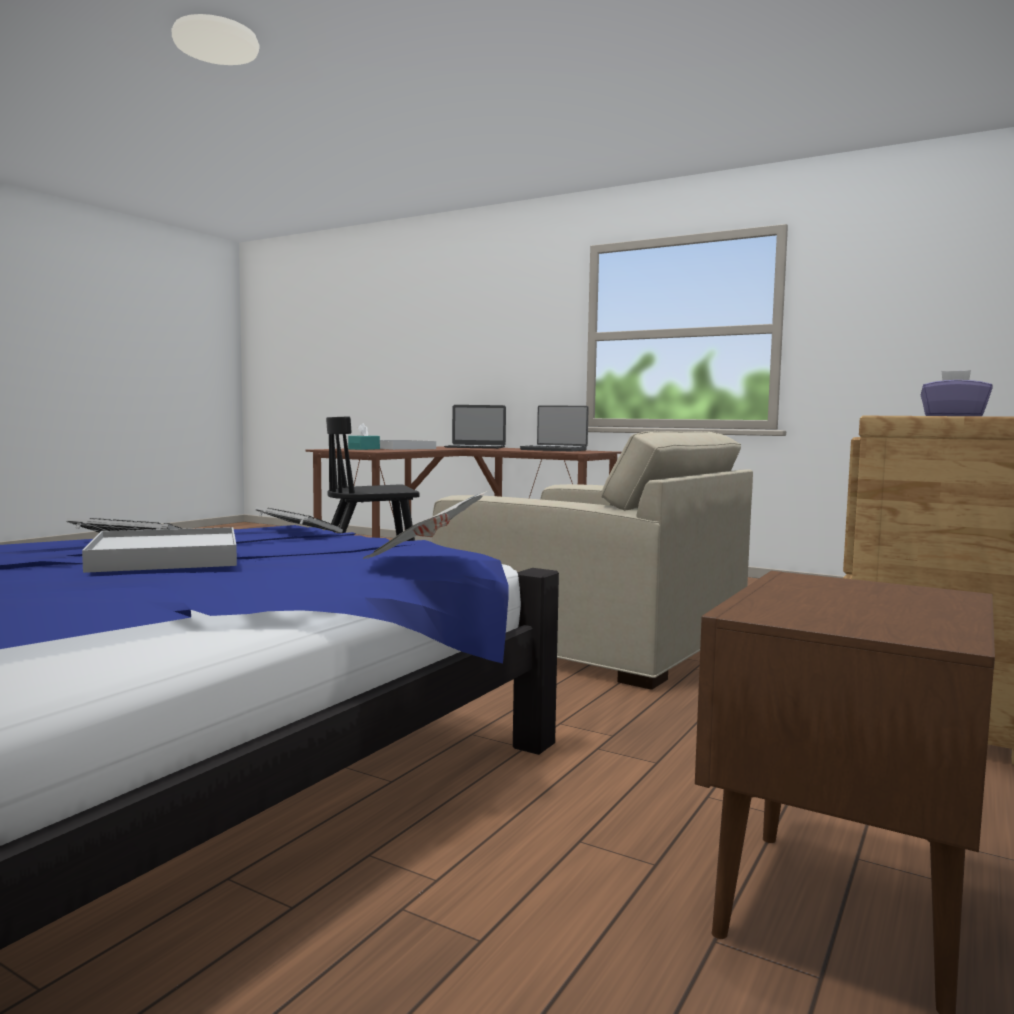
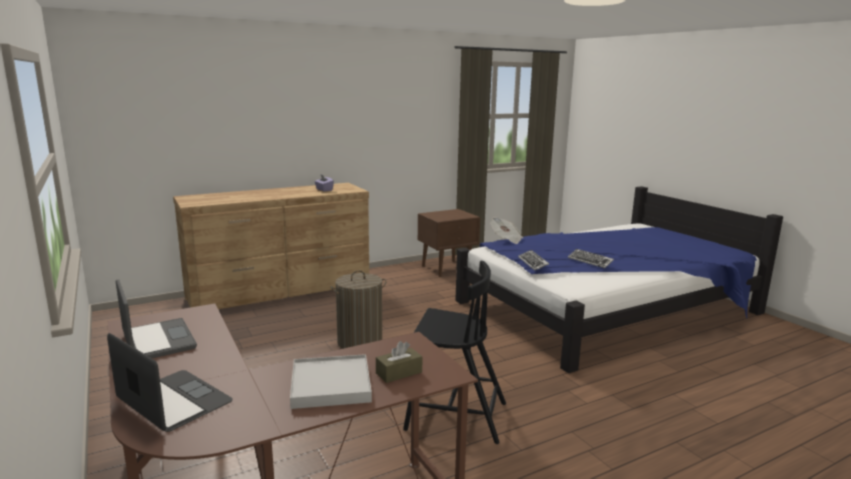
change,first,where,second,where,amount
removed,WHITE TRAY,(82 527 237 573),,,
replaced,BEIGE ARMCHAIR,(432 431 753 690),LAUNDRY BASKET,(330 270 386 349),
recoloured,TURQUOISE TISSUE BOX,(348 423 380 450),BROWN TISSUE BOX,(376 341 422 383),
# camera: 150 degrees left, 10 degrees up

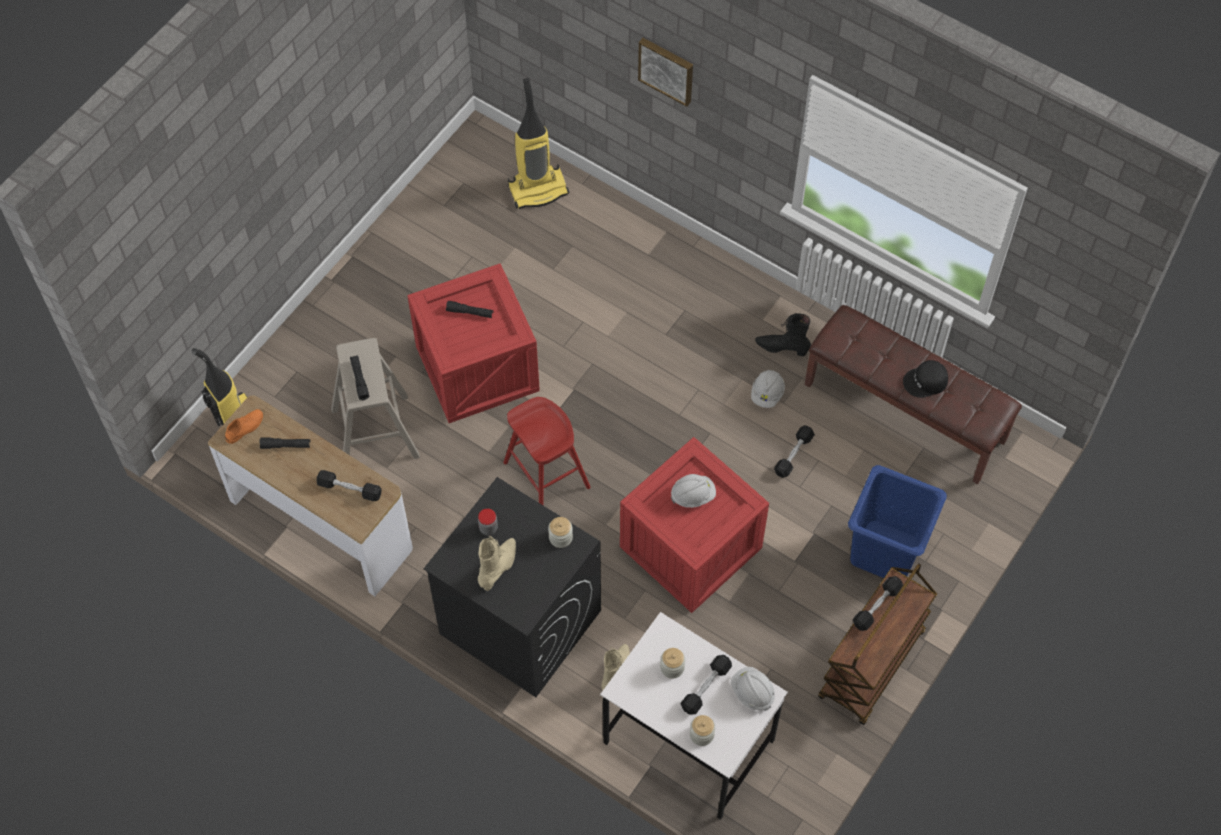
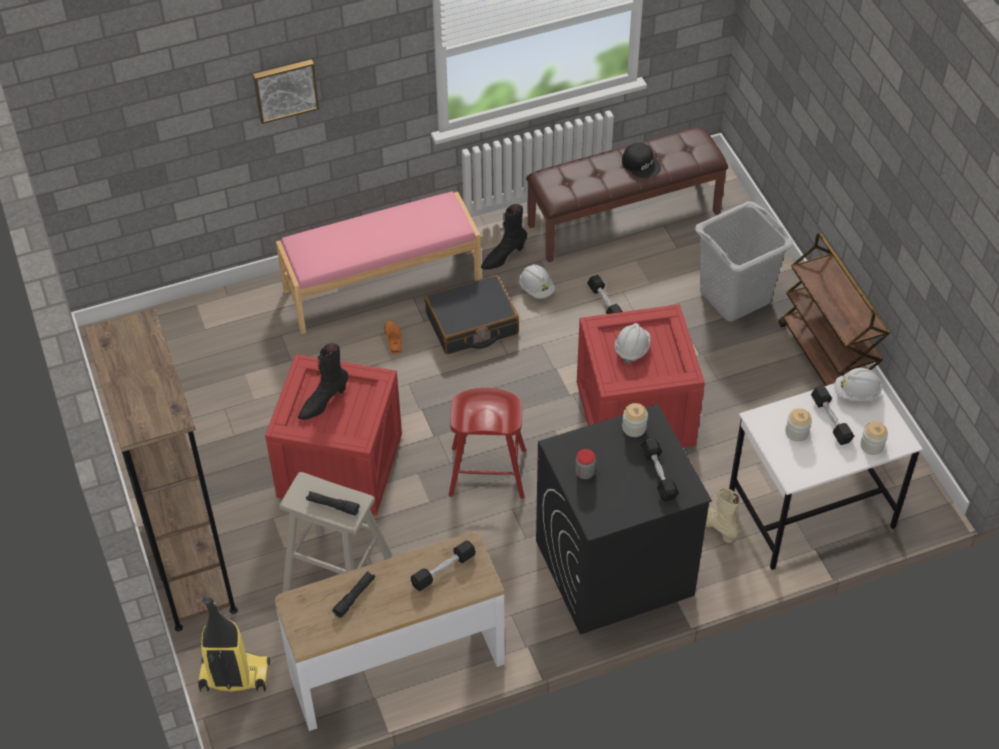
change,first,where,second,where,amount
removed,BEIGE BOOT,(478 536 516 591),,,
removed,VACUUM CLEANER,(508 78 569 209),,,
added,,,BROWN BOOKCASE,(84 308 238 631),
added,,,PINK BENCH,(276 192 481 334),
added,,,BLACK SUITCASE,(424 275 519 354),
moved,ORANGE SHOE,(225 409 263 444),,(385 321 402 354),
moved,BLACK DUMBBELL,(853 576 903 631),,(641 438 679 502),
replaced,BLACK FLASHLIGHT,(446 301 493 318),BLACK BOOT,(298 343 348 420),
recoloured,BLUE LAUNDRY BASKET,(848 465 947 578),GREY LAUNDRY BASKET,(695 201 794 321),
turned,BLACK CAP,(903 360 948 398),,(622 143 661 178),60 degrees counterclockwise
# camera: 55 degrees left, 10 degrees down

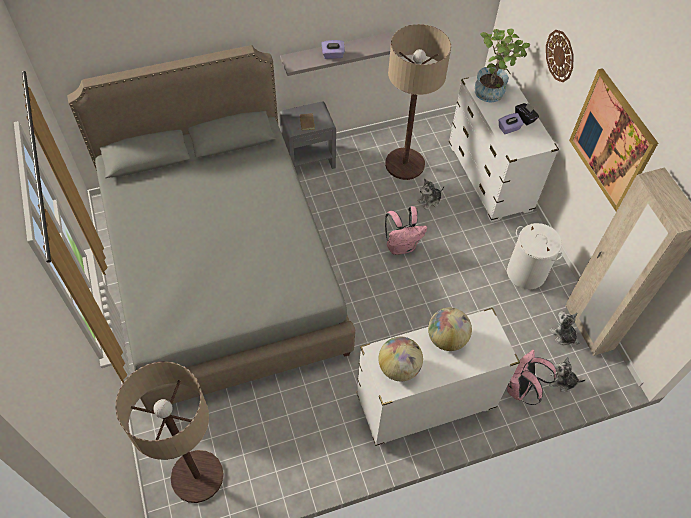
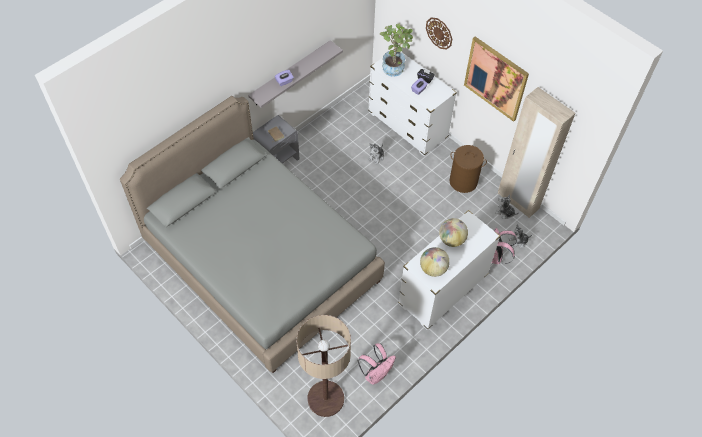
change,first,where,second,where,amount
removed,FLOOR LAMP,(385 24 451 180),,,
moved,PINK BACKPACK,(385 206 427 255),,(358 343 396 385),
recoloured,WHITE LAUNDRY BASKET,(507 223 563 289),BROWN LAUNDRY BASKET,(449 145 487 193),
# camera: 25 degrees left, 0 degrees up

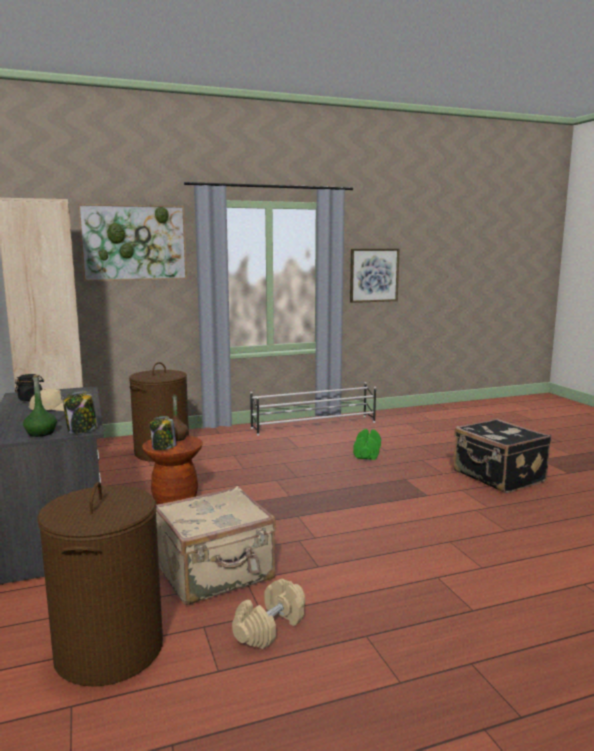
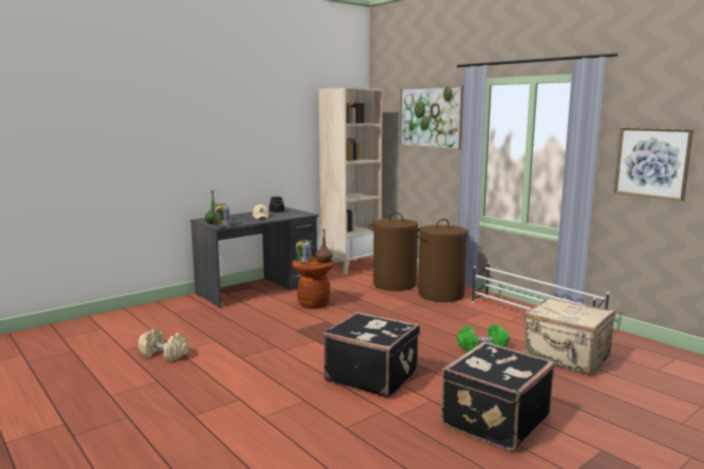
change,first,where,second,where,amount
added,,,BLACK SUITCASE,(323 312 420 398),
moved,BROWN LAUNDRY BASKET,(37 482 163 687),,(416 219 469 302),
moved,BEIGE SUITCASE,(156 486 276 605),,(523 297 615 376),
# camera: 70 degrees right, 0 degrees up

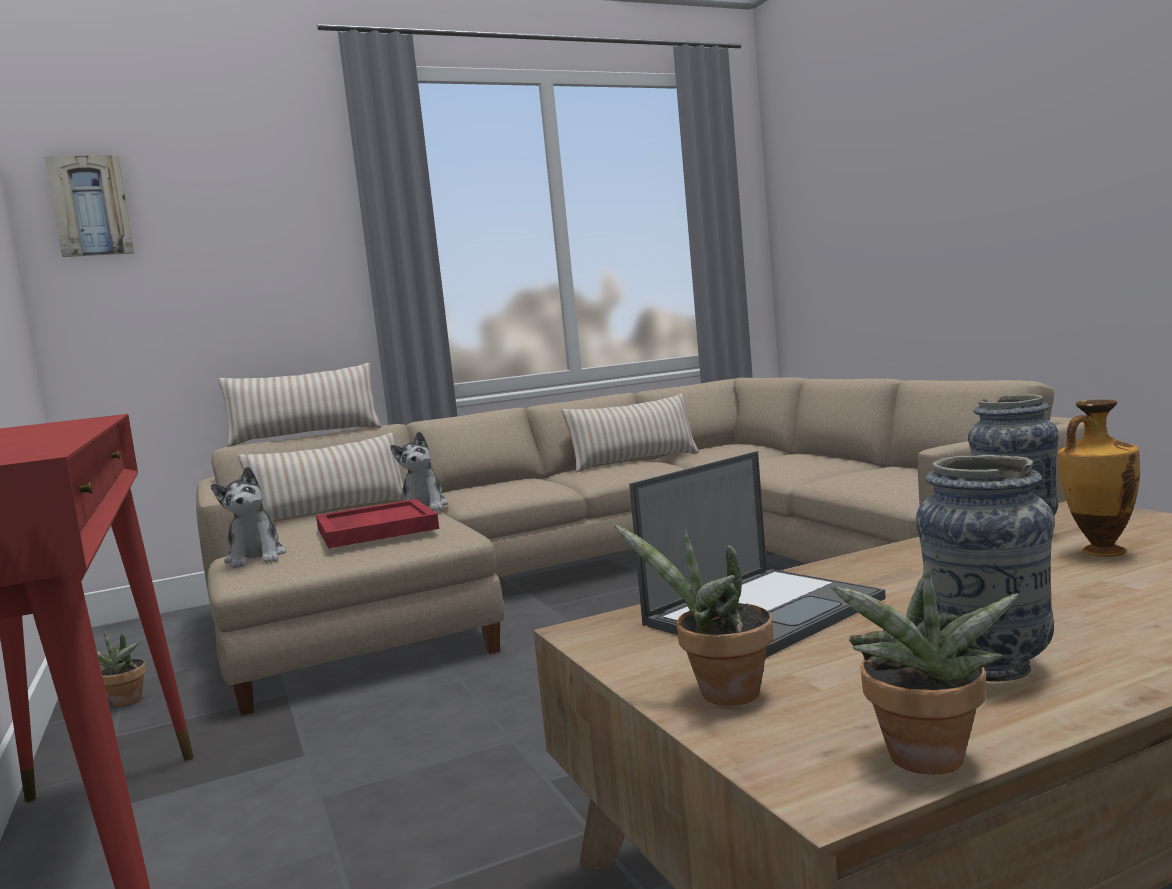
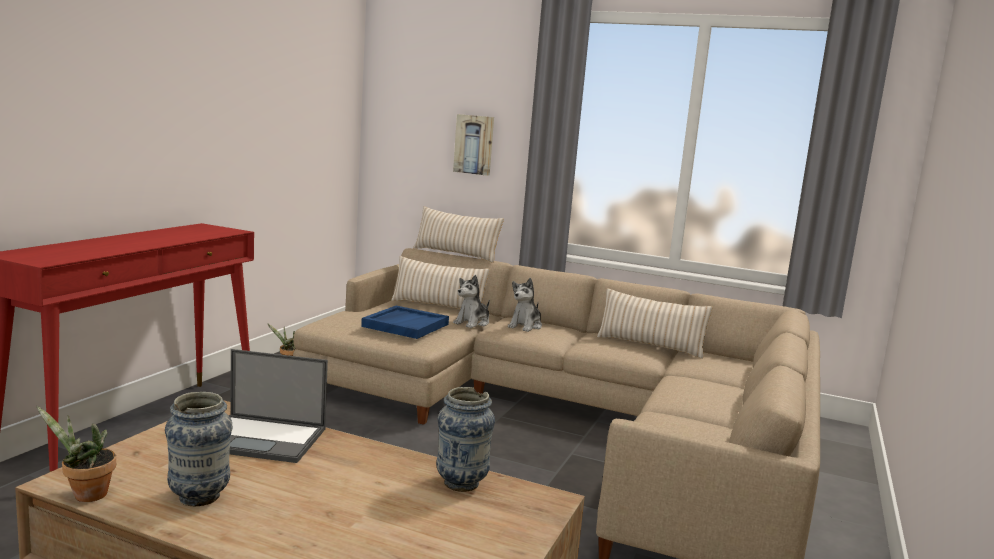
change,first,where,second,where,amount
removed,POTTED PLANT,(614 524 773 706),,,
removed,VASE,(1058 400 1140 557),,,
moved,PICTURE,(45 155 134 257),,(453 114 494 176),
moved,PLUSH TOY,(211 466 286 568),,(508 278 542 332),
recoloured,RED TRAY,(316 499 439 548),BLUE TRAY,(361 306 449 339),
# camera: 45 degrees right, 5 degrees up

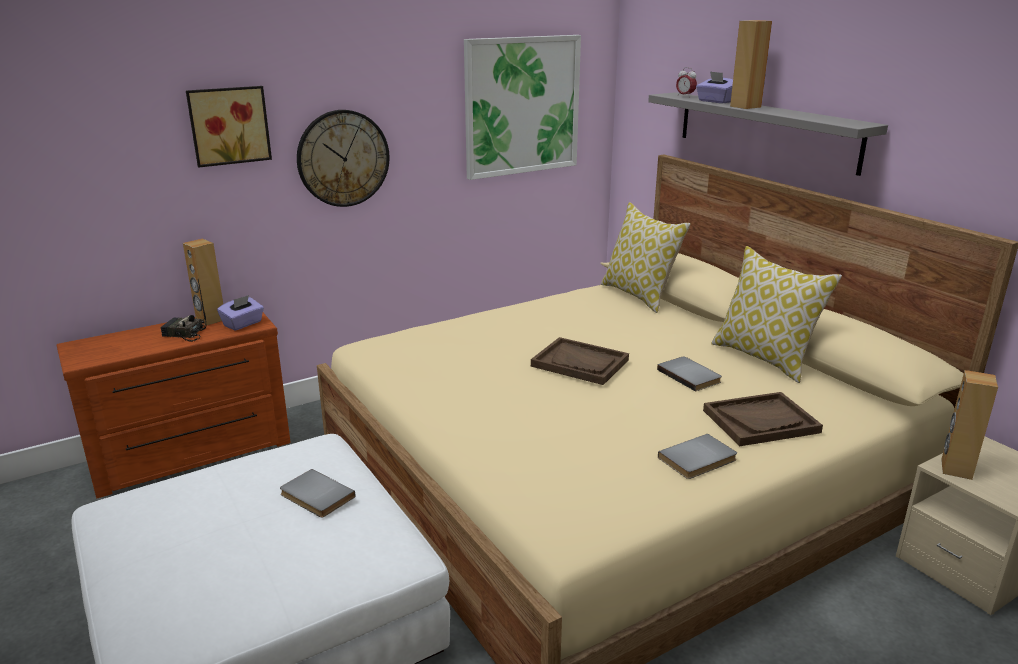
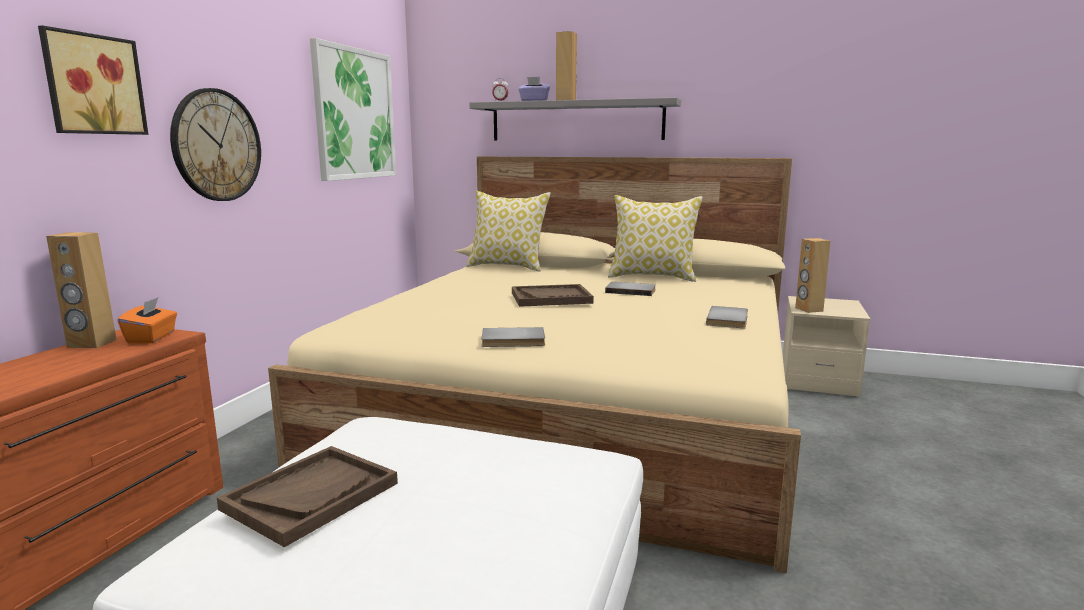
change,first,where,second,where,amount
removed,RADIO,(160 280 207 342),,,
moved,GREY BOOK,(280 469 355 517),,(482 327 545 347),
moved,BROWN TRAY,(703 392 823 446),,(217 446 398 547),
recoloured,PURPLE TISSUE BOX,(217 295 264 330),ORANGE TISSUE BOX,(118 297 177 344),
# camera: 40 degrees left, 10 degrees down

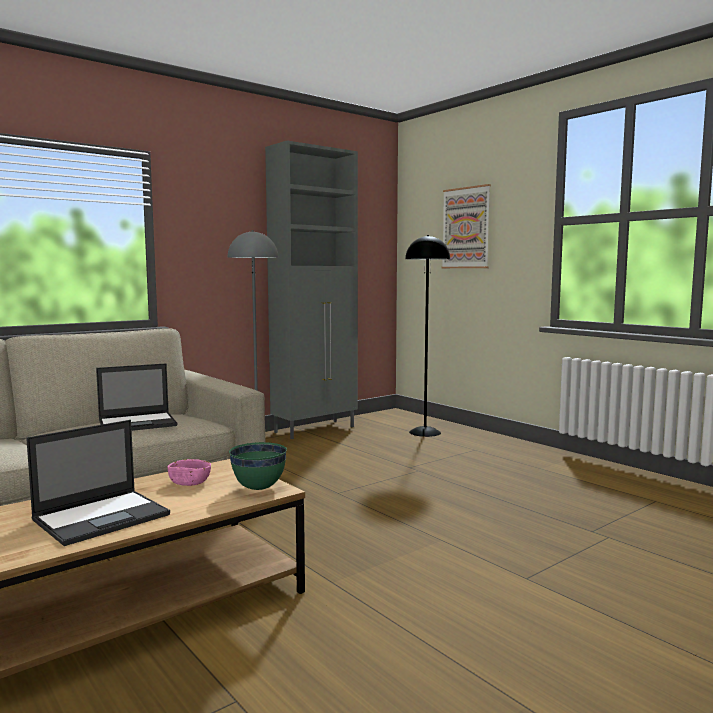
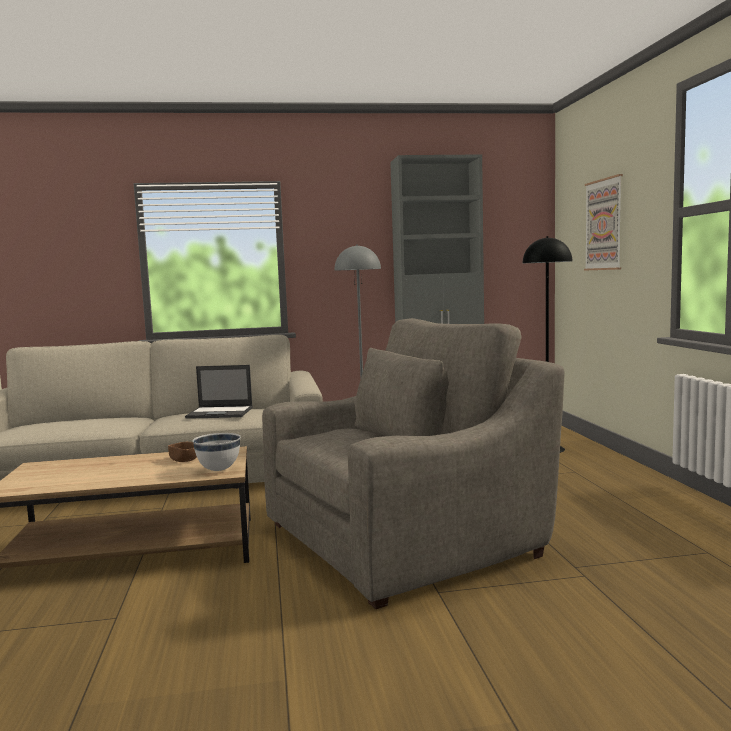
change,first,where,second,where,amount
removed,LAPTOP,(26 420 170 546),,,
added,,,GREY ARMCHAIR,(262 318 565 609),
recoloured,PINK BOWL,(168 459 211 486),BROWN BOWL,(168 442 197 462),
recoloured,GREEN BOWL,(229 442 287 490),WHITE BOWL,(193 433 241 471),
# camera: 30 degrees right, 0 degrees up

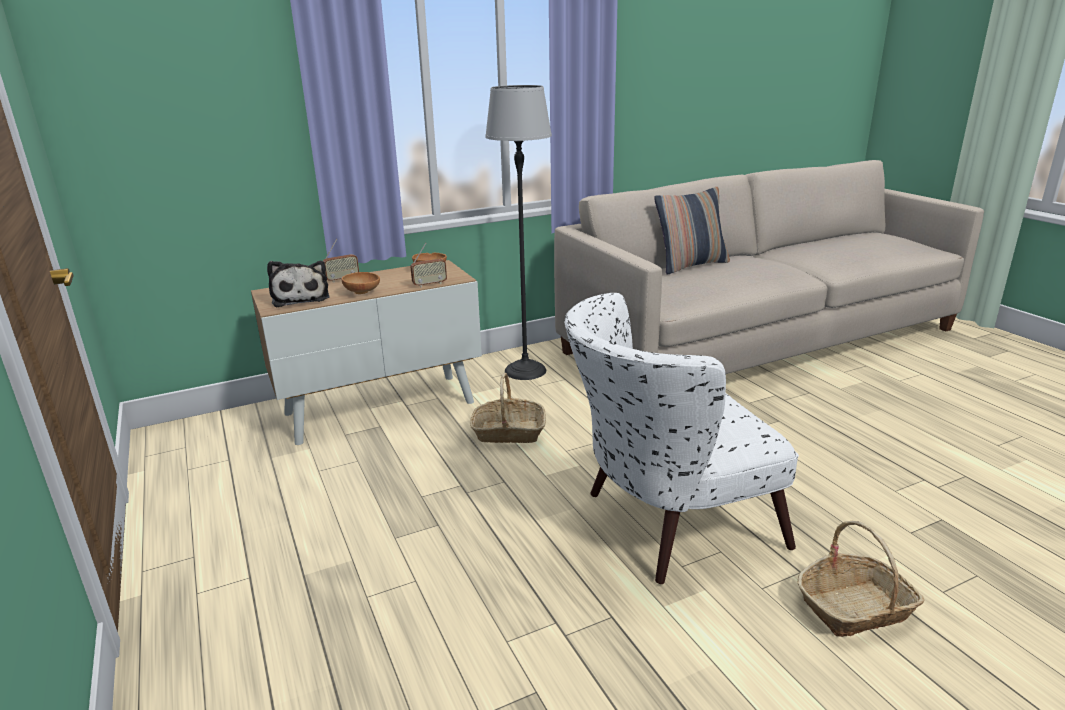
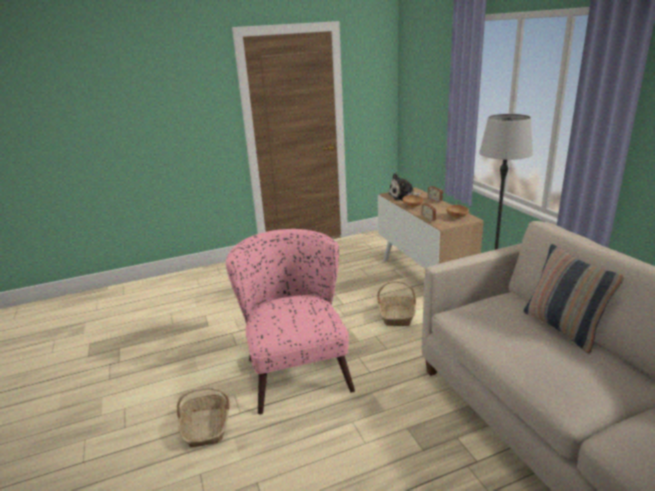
change,first,where,second,where,amount
recoloured,WHITE ARMCHAIR,(565 293 799 584),PINK ARMCHAIR,(226 229 355 414),
# camera: 95 degrees right, 0 degrees up

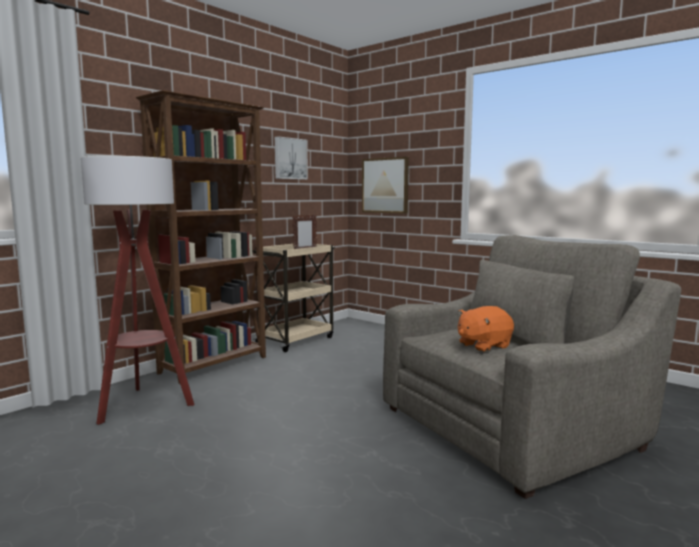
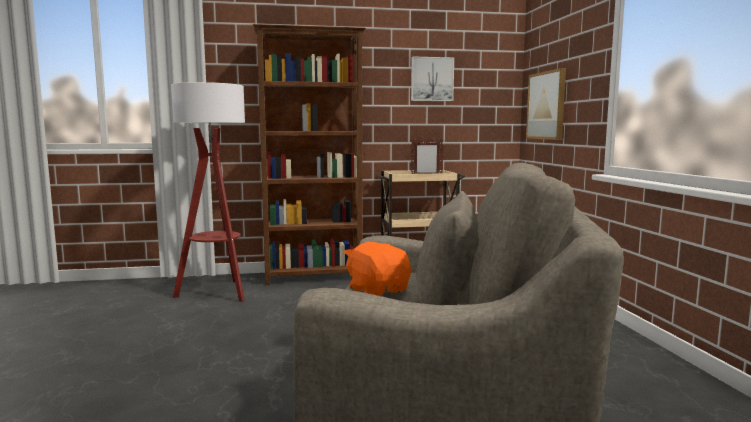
change,first,where,second,where,amount
turned,ORANGE PLUSH TOY,(458 306 514 352),,(344 242 411 296),45 degrees clockwise
# camera: 40 degrees right, 0 degrees up

